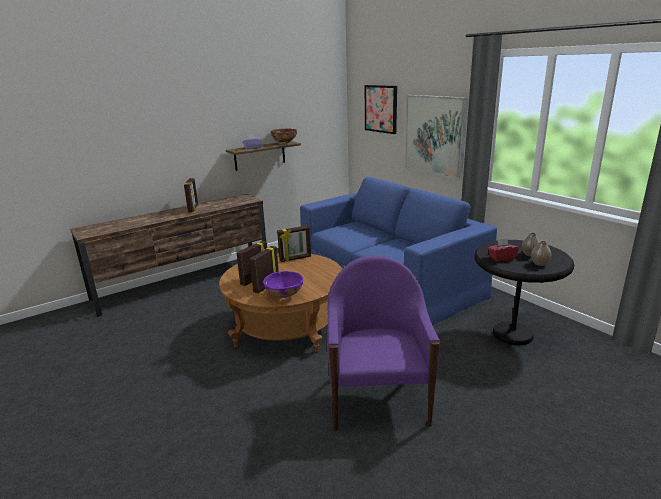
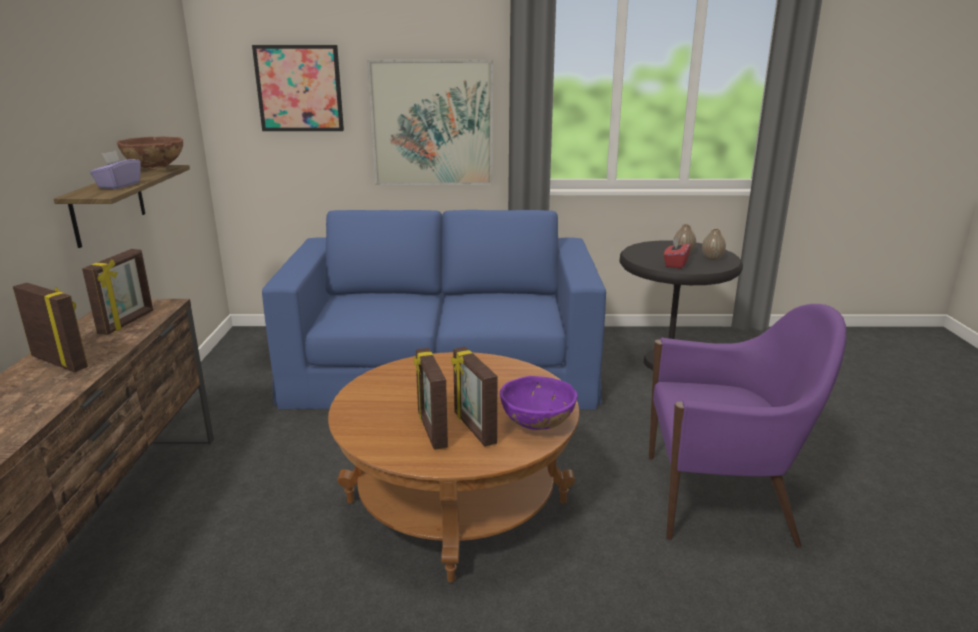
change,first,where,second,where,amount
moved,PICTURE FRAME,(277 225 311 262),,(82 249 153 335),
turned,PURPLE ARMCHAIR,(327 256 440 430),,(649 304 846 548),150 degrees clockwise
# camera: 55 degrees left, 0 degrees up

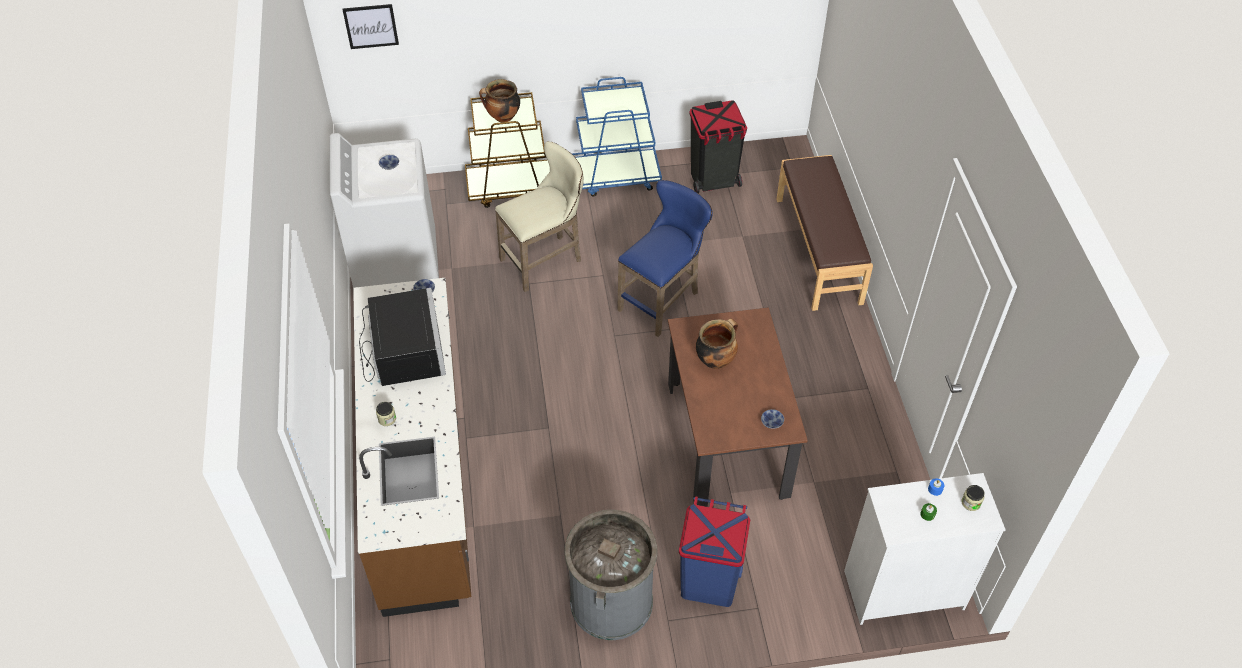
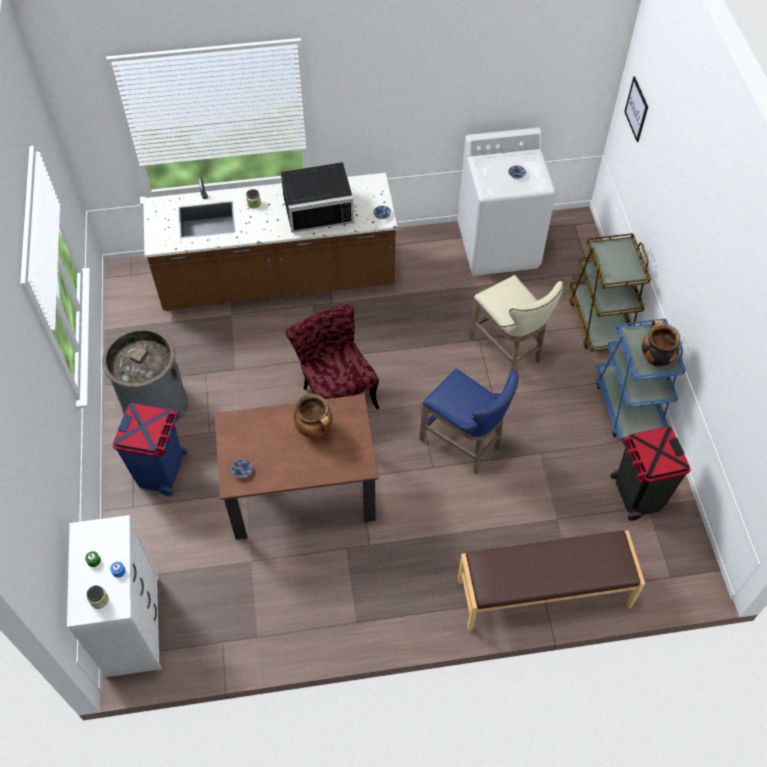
change,first,where,second,where,amount
added,,,RED CHAIR,(285 305 379 409),
moved,COOKING POT,(479 79 520 122),,(642 320 680 366),
# camera: 90 degrees right, 5 degrees up

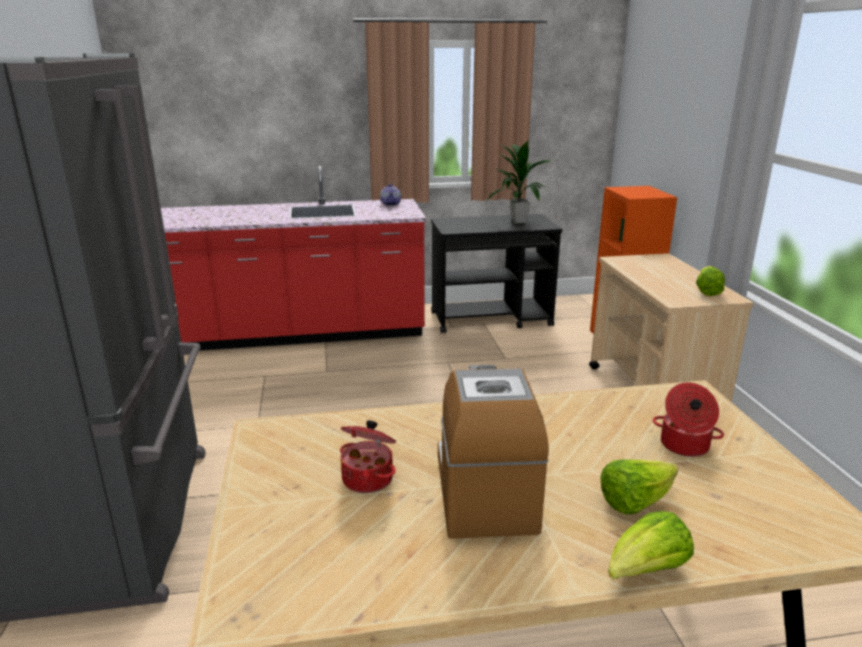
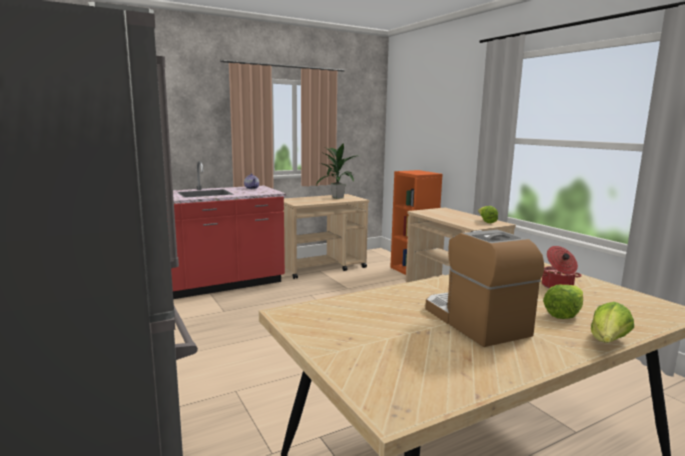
change,first,where,second,where,amount
removed,COOKING POT,(340 420 396 493),,,
recoloured,BLACK CART,(431 214 562 333),BEIGE CART,(283 194 369 279),
# camera: 20 degrees left, 10 degrees down

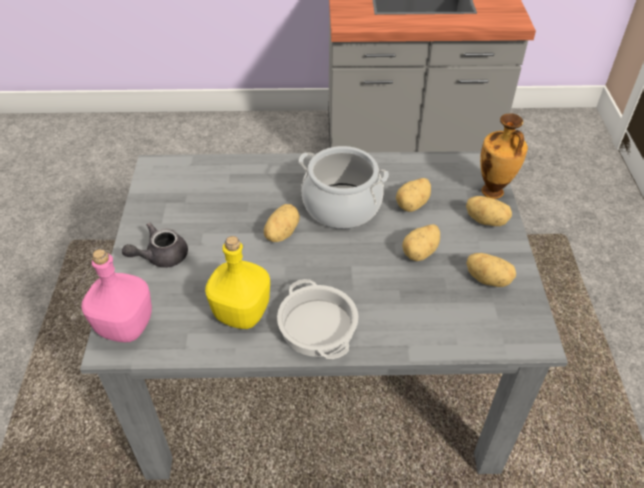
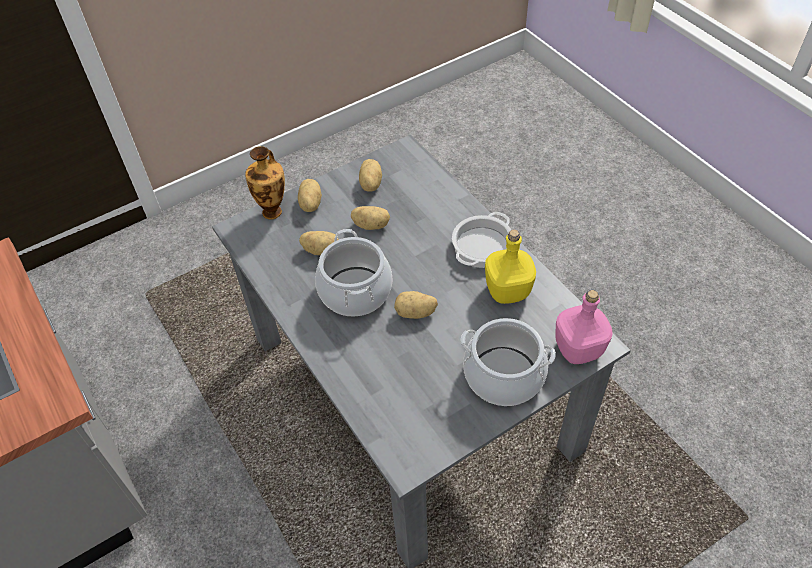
change,first,where,second,where,amount
replaced,GREY TEAPOT,(122 223 188 268),COOKING POT,(460 318 556 406),
# camera: 120 degrees left, 5 degrees up

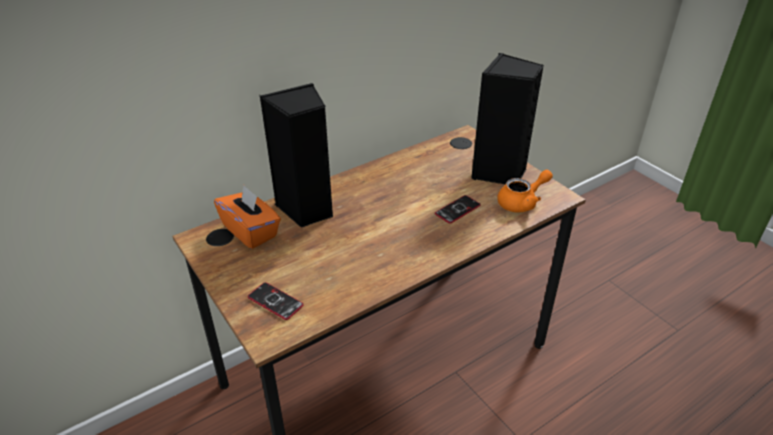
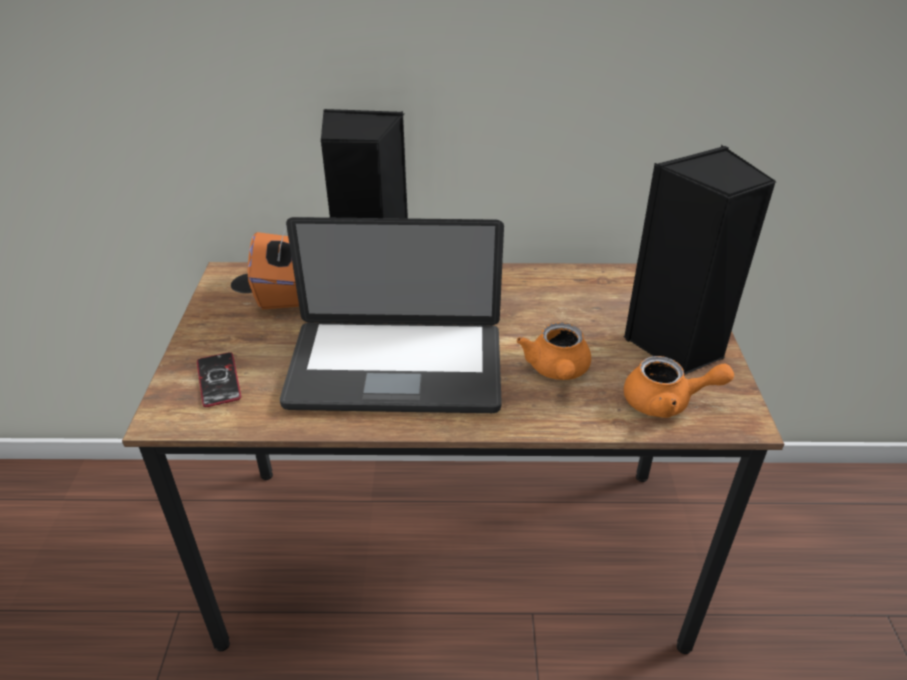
change,first,where,second,where,amount
added,,,LAPTOP,(280 217 504 413),
replaced,PHONE,(435 195 481 224),ORANGE TEAPOT,(516 323 591 380),
# camera: 35 degrees right, 0 degrees up

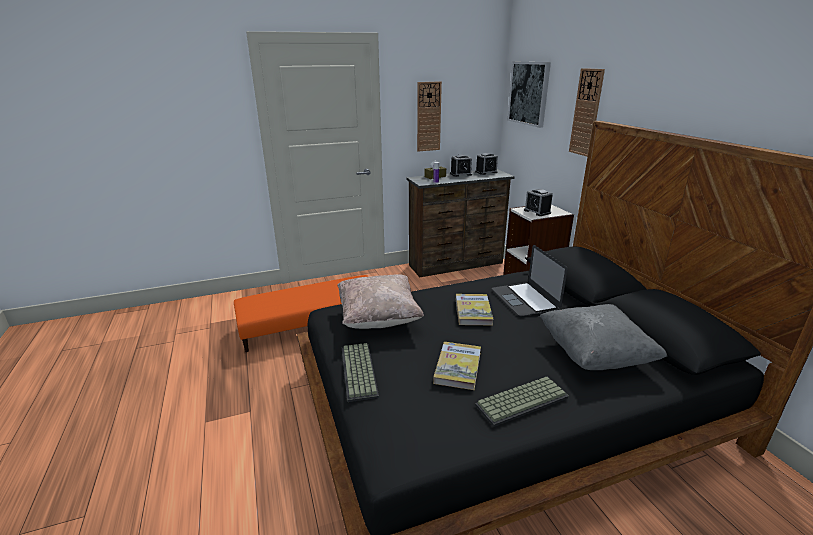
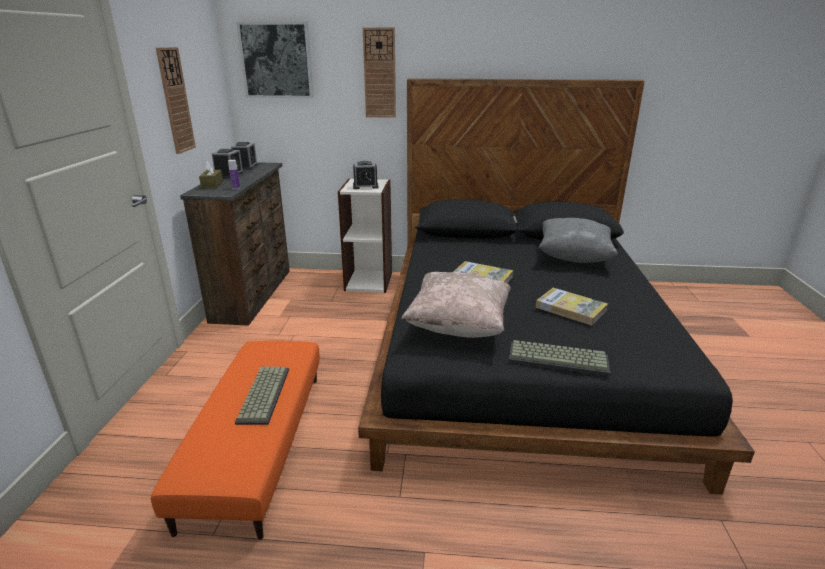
change,first,where,second,where,amount
removed,LAPTOP,(492 245 568 316),,,
moved,KEYBOARD,(475 377 569 427),,(235 367 289 425),
# camera: 65 degrees left, 0 degrees up

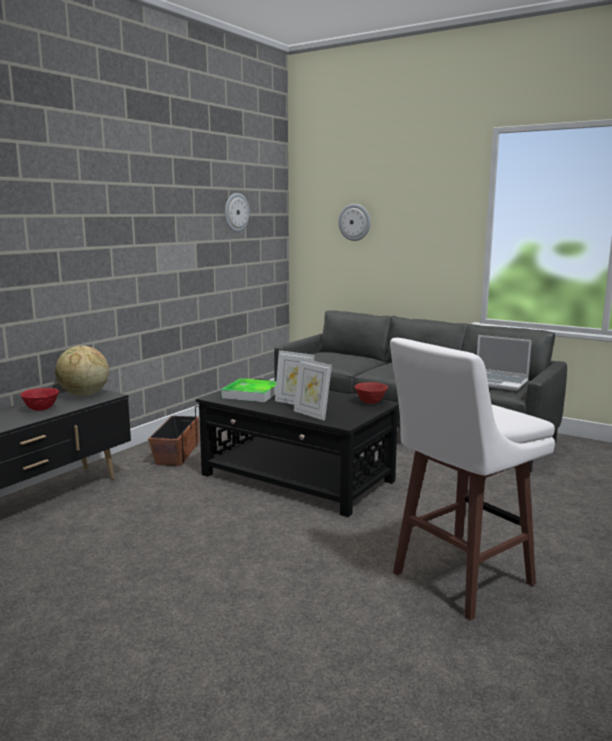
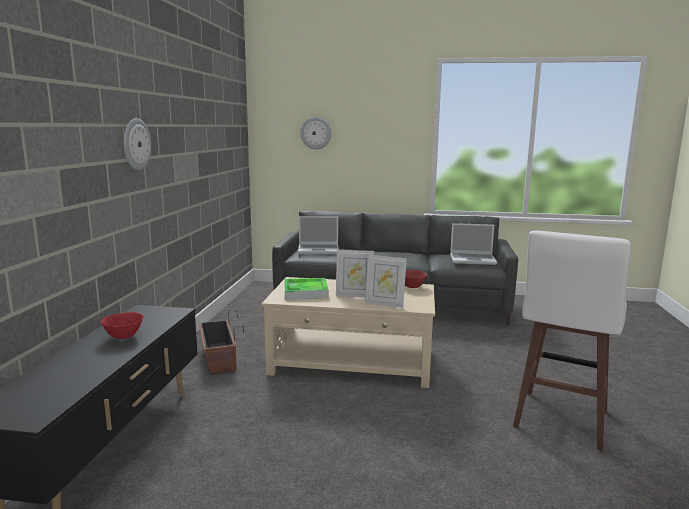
change,first,where,second,where,amount
removed,GLOBE,(55 346 109 396),,,
added,,,LAPTOP,(298 216 339 254),
moved,WALL CLOCK,(225 193 250 232),,(124 118 151 170),
recoloured,BLACK COFFEE TABLE,(196 378 399 517),BEIGE COFFEE TABLE,(261 277 435 388),
# camera: 25 degrees left, 0 degrees up

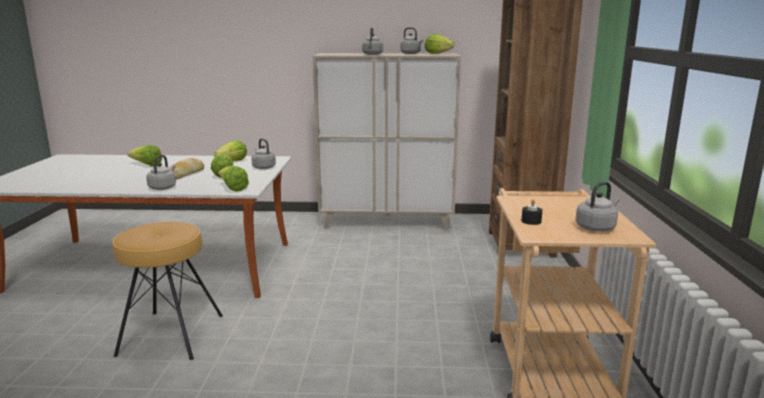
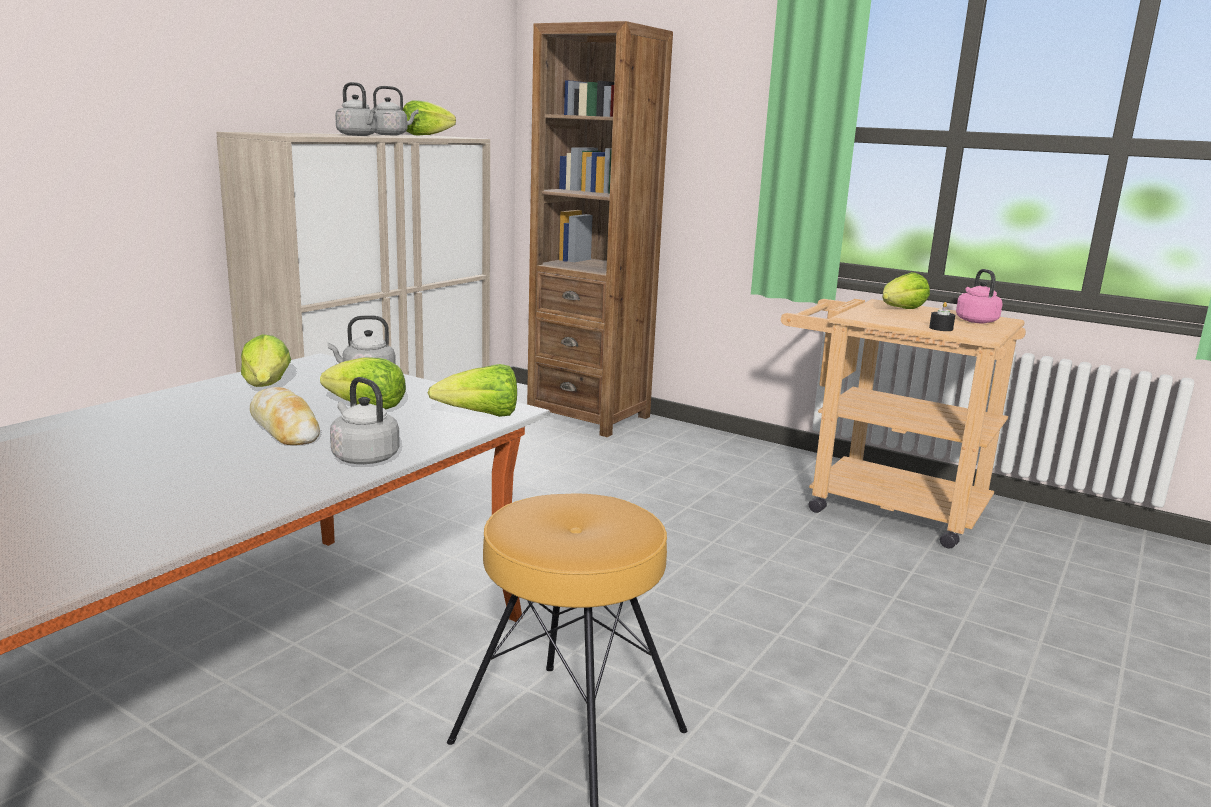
change,first,where,second,where,amount
moved,LETTUCE,(127 145 162 166),,(882 272 930 309),
recoloured,GREY KETTLE,(576 182 620 232),PINK KETTLE,(956 269 1003 323),
# camera: 60 degrees left, 0 degrees up

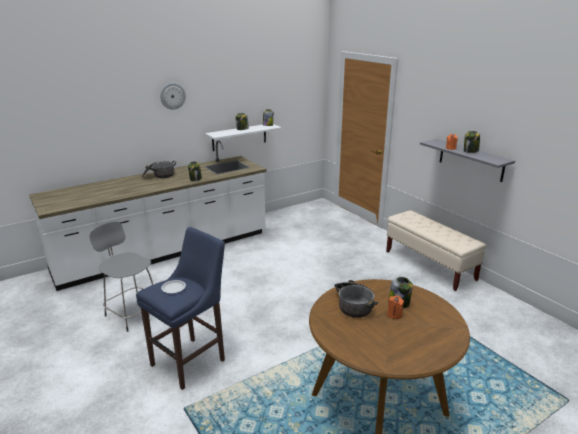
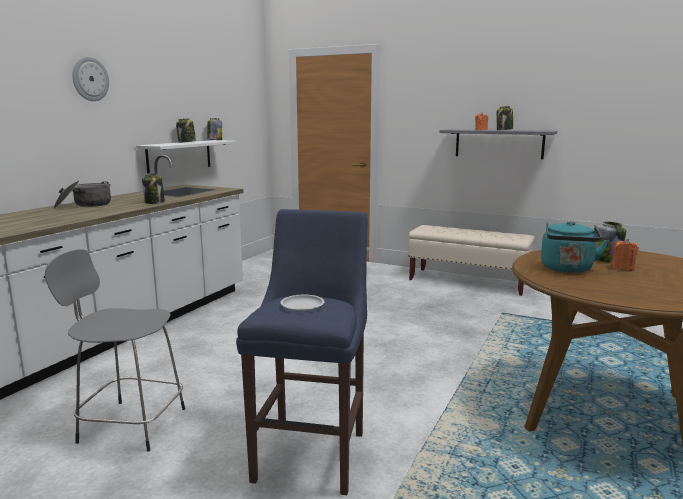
change,first,where,second,where,amount
replaced,COOKING POT,(334 280 378 318),TURQUOISE KETTLE,(541 221 609 273),
# camera: 30 degrees left, 10 degrees down

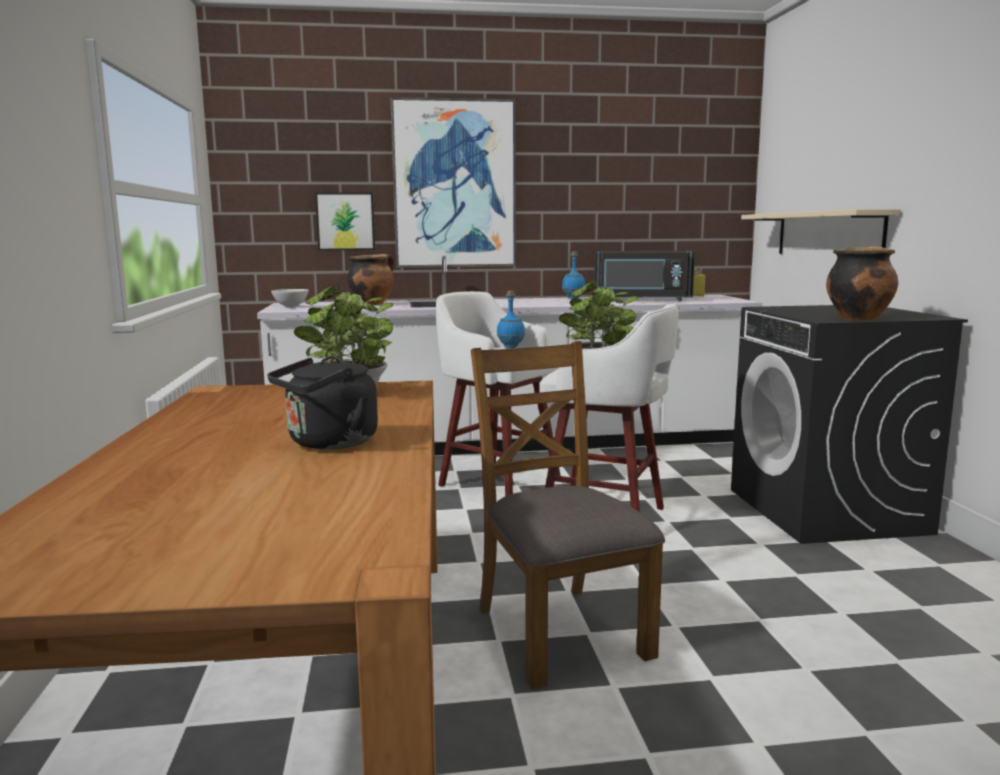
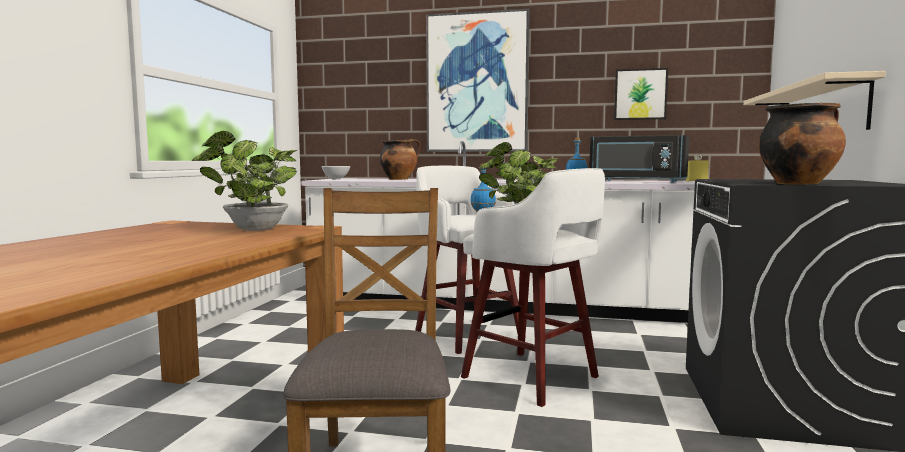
change,first,where,second,where,amount
removed,BLACK KETTLE,(267 356 378 450),,,
moved,PICTURE,(315 192 375 251),,(614 68 668 120),
# camera: 20 degrees right, 5 degrees down

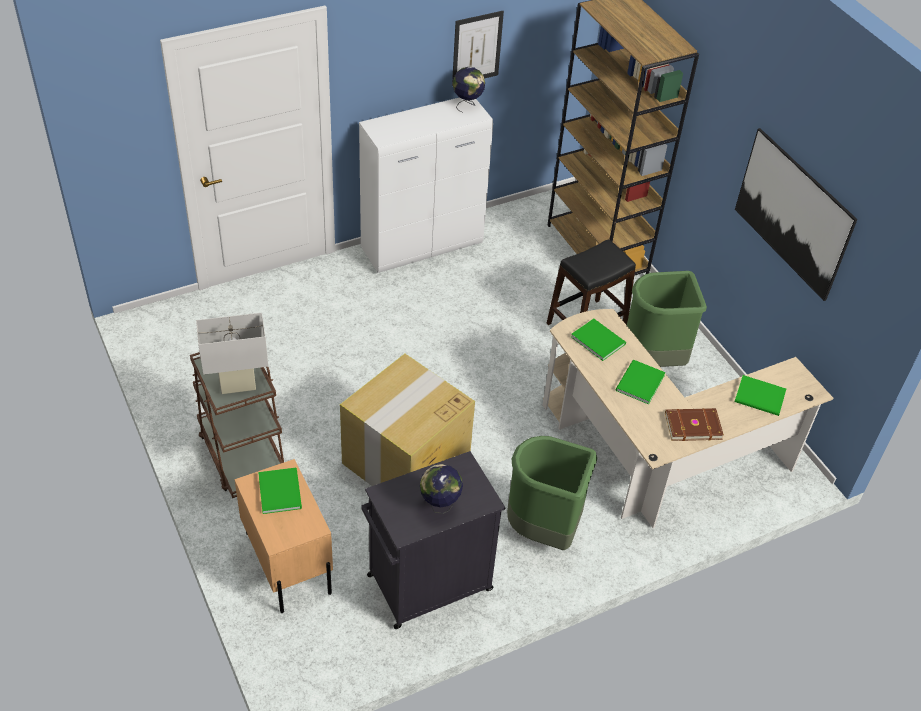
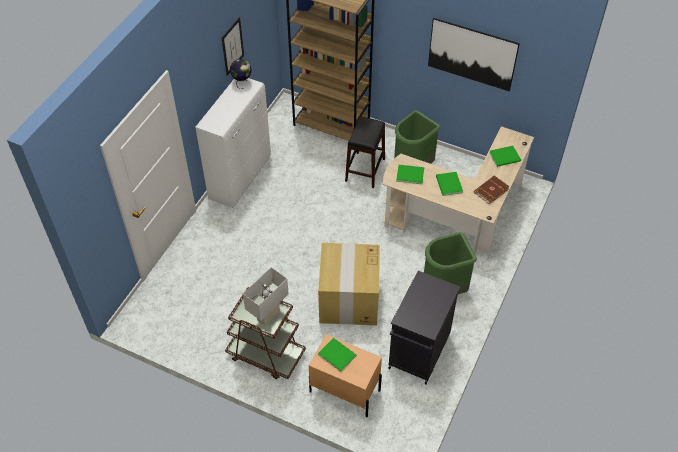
change,first,where,second,where,amount
removed,GLOBE,(420 464 463 514),,,
# camera: 35 degrees left, 5 degrees up

